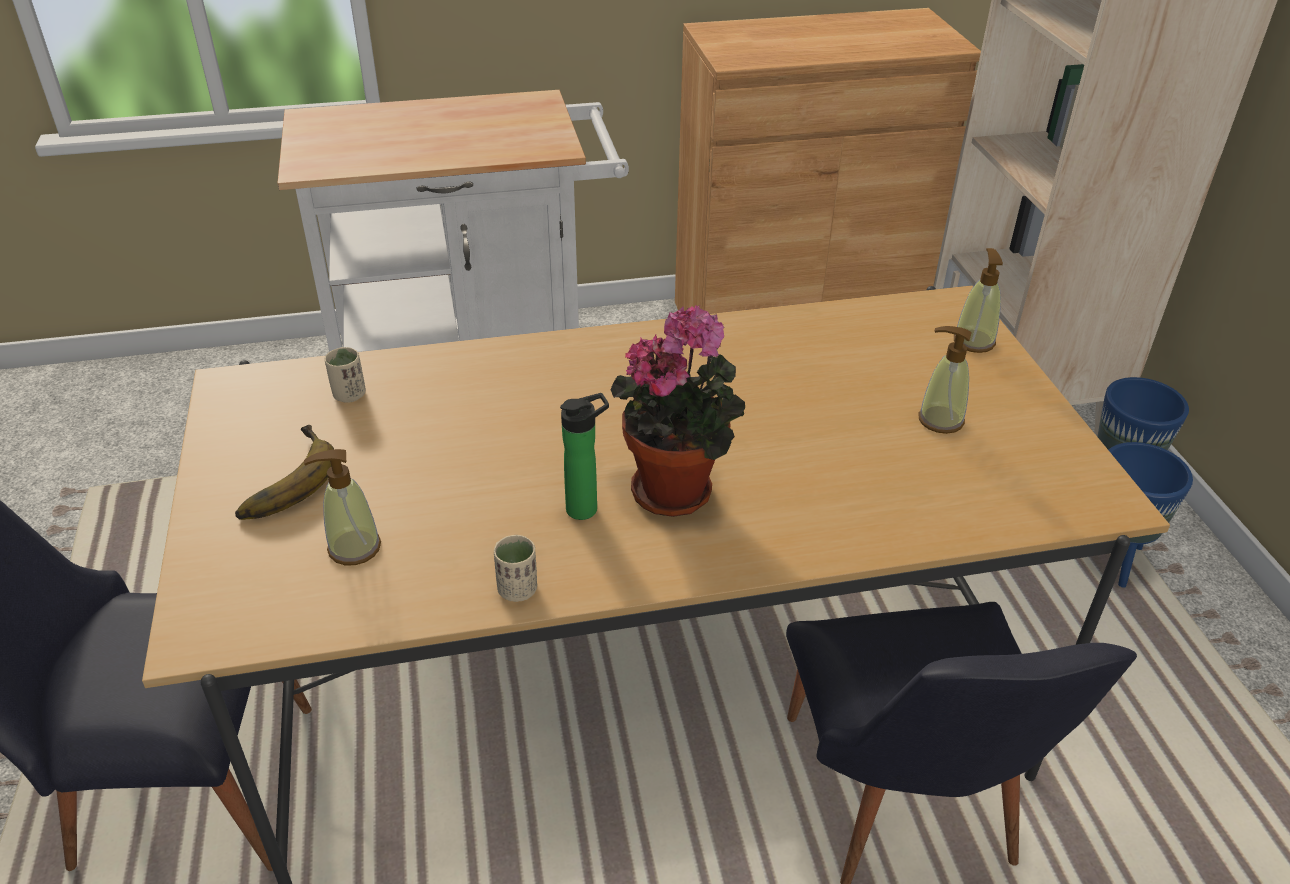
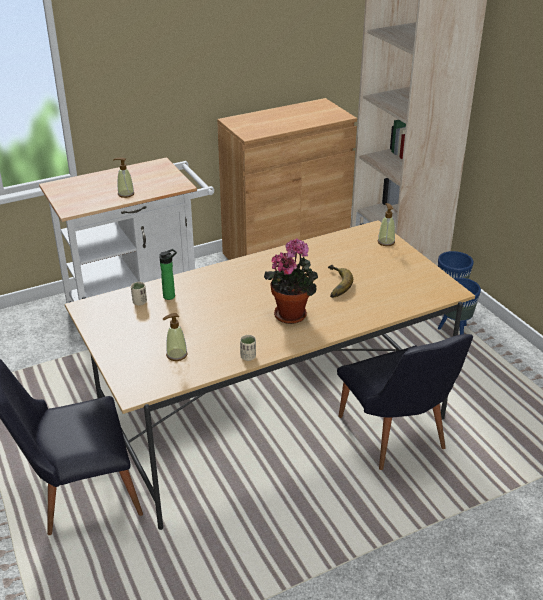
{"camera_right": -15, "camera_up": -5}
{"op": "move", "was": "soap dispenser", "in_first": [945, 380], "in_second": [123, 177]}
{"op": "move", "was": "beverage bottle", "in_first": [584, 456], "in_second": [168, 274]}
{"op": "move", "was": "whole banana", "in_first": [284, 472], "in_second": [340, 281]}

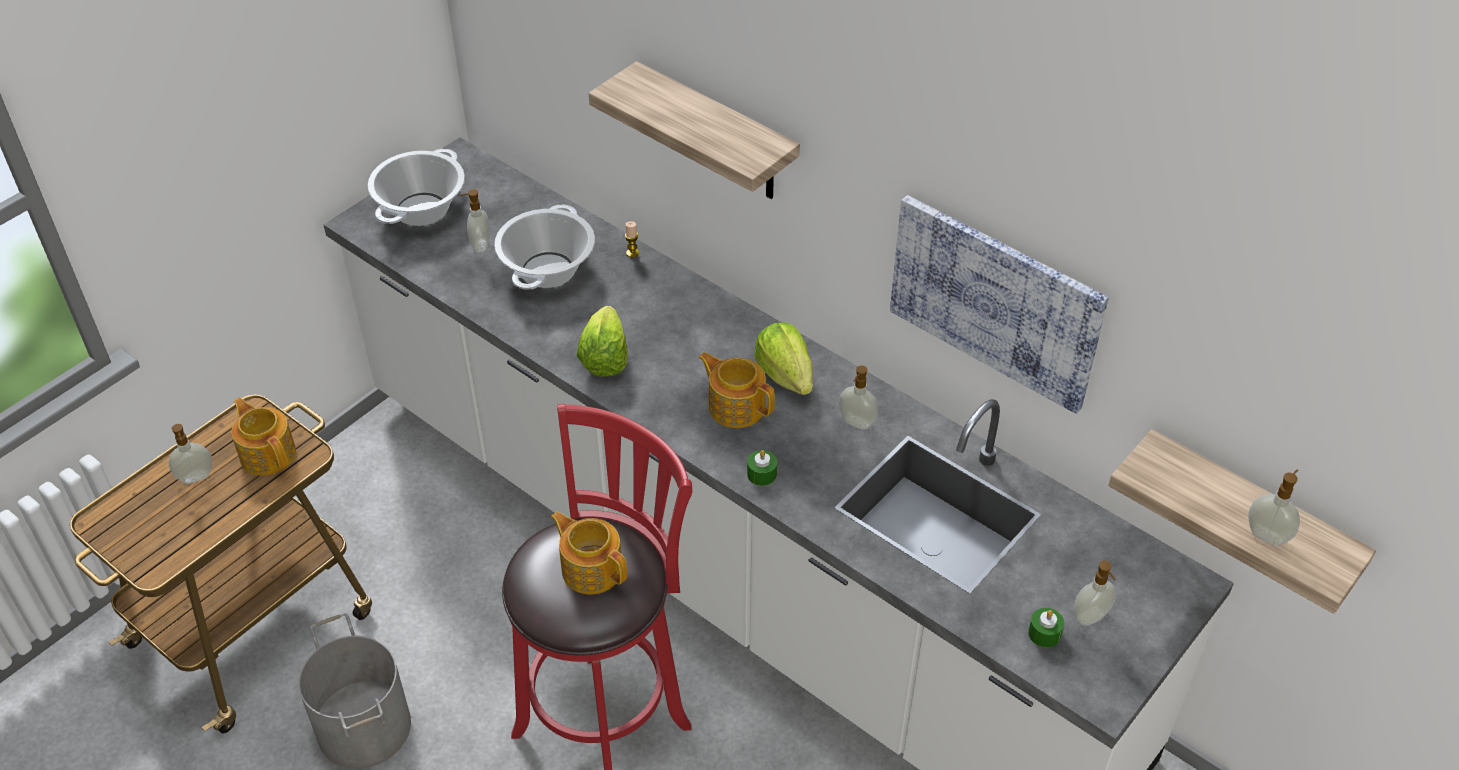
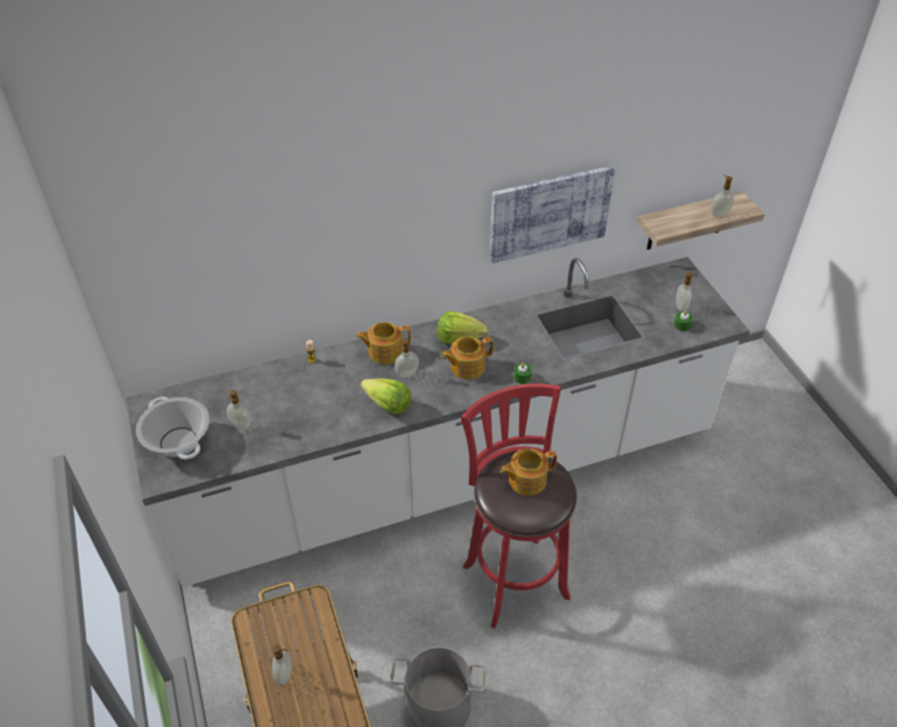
{"camera_right": -60, "camera_up": 0}
{"op": "move", "was": "pot for tea", "in_first": [263, 436], "in_second": [383, 343]}
{"op": "move", "was": "soap dispenser", "in_first": [858, 398], "in_second": [407, 358]}
{"op": "delete", "was": "stockpot", "in_first": [544, 247]}
{"op": "delete", "was": "shelf", "in_first": [694, 130]}

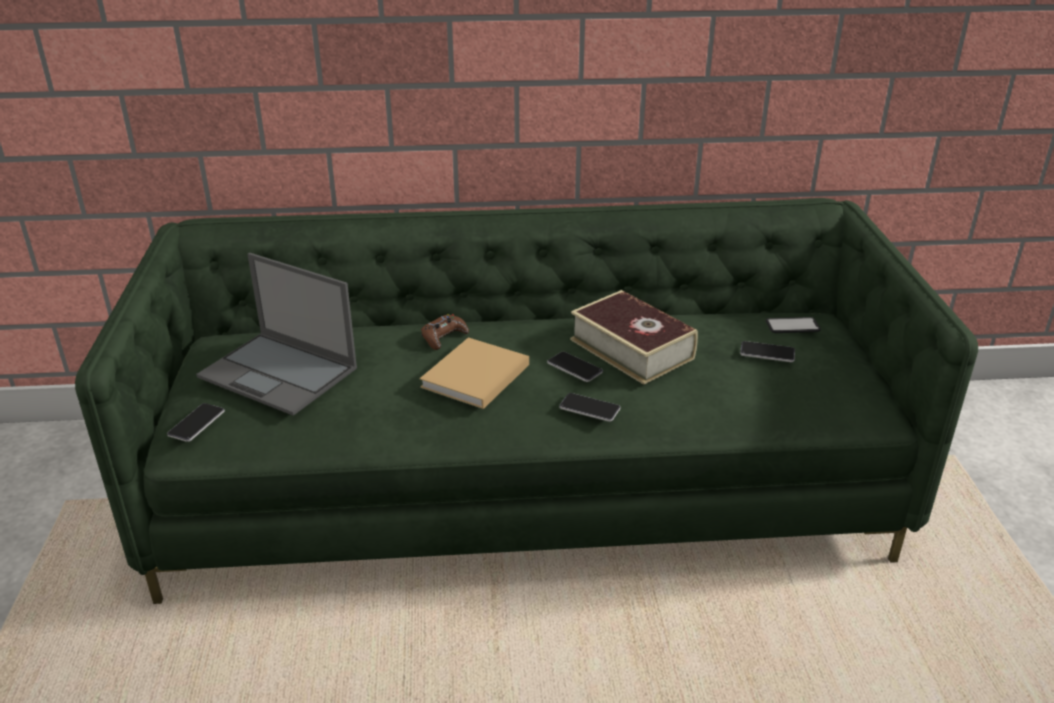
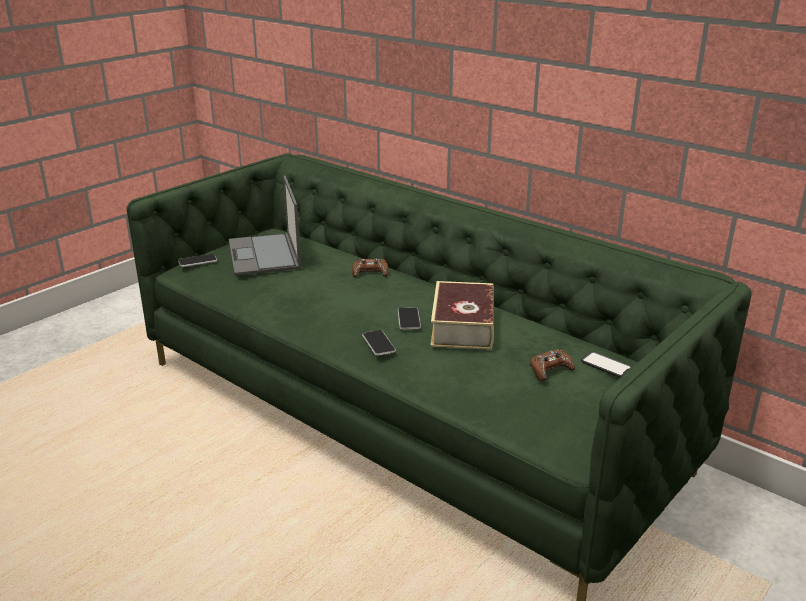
{"camera_right": 45, "camera_up": -5}
{"op": "replace", "was": "phone", "now": "brown-coloured joypad", "in_first": [767, 351], "in_second": [552, 365]}
{"op": "delete", "was": "sand-coloured bound book", "in_first": [474, 373]}

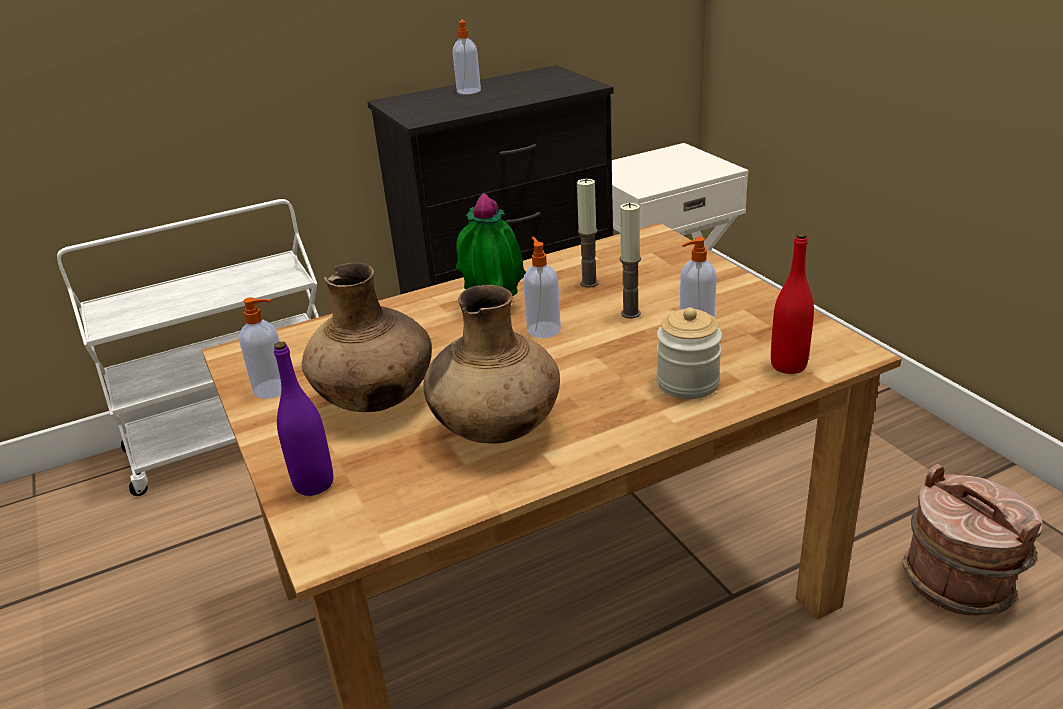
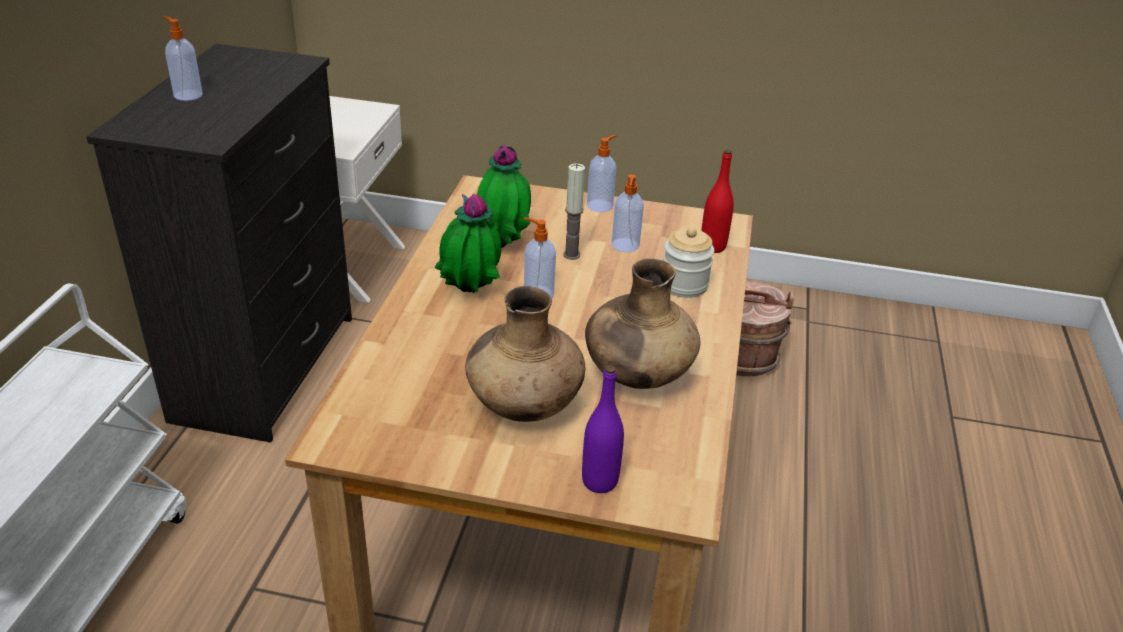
{"camera_right": -55, "camera_up": 5}
{"op": "replace", "was": "candle", "now": "houseplant", "in_first": [588, 233], "in_second": [504, 196]}
{"op": "move", "was": "soap dispenser", "in_first": [260, 348], "in_second": [602, 173]}

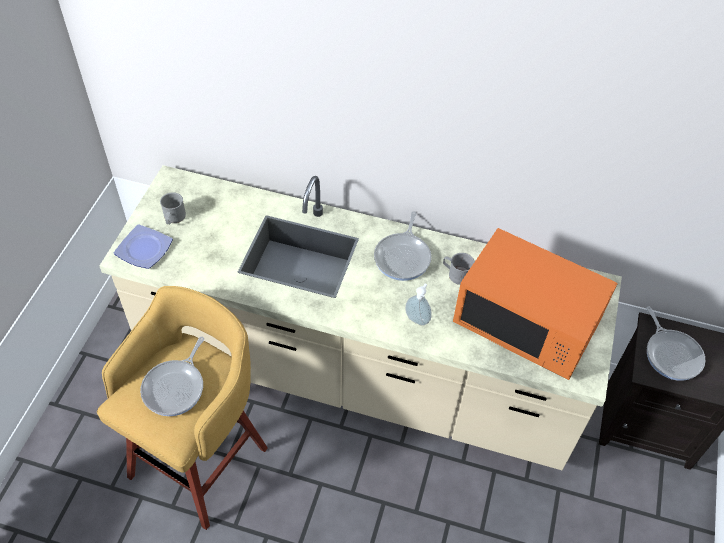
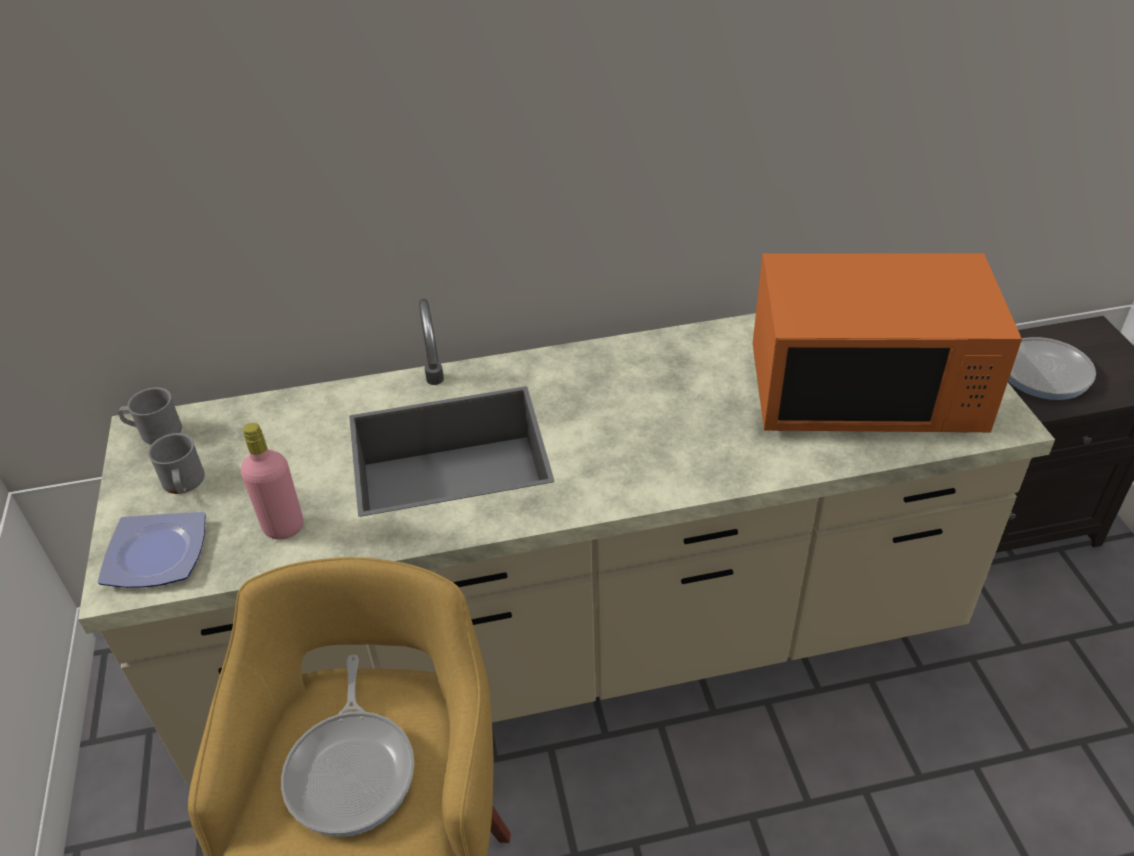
{"camera_right": -25, "camera_up": -10}
{"op": "move", "was": "gray tea mug", "in_first": [459, 269], "in_second": [150, 416]}
{"op": "insert", "now": "pinkish beverage bottle", "in_second": [272, 481]}
{"op": "delete", "was": "skillet", "in_first": [402, 246]}
{"op": "delete", "was": "soap dispenser", "in_first": [418, 304]}

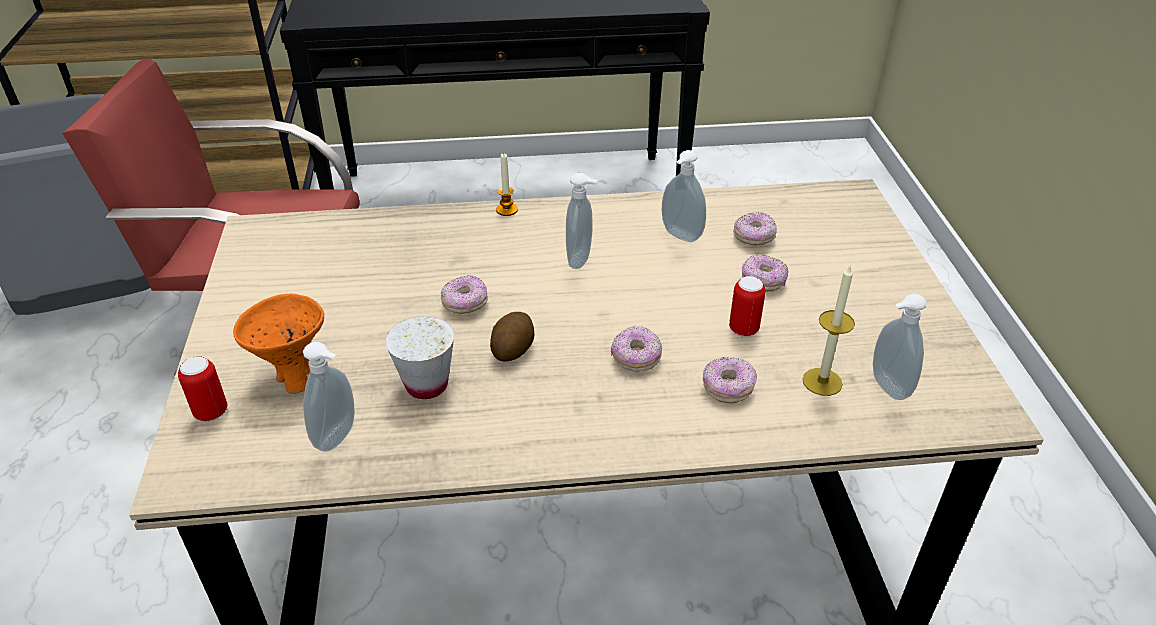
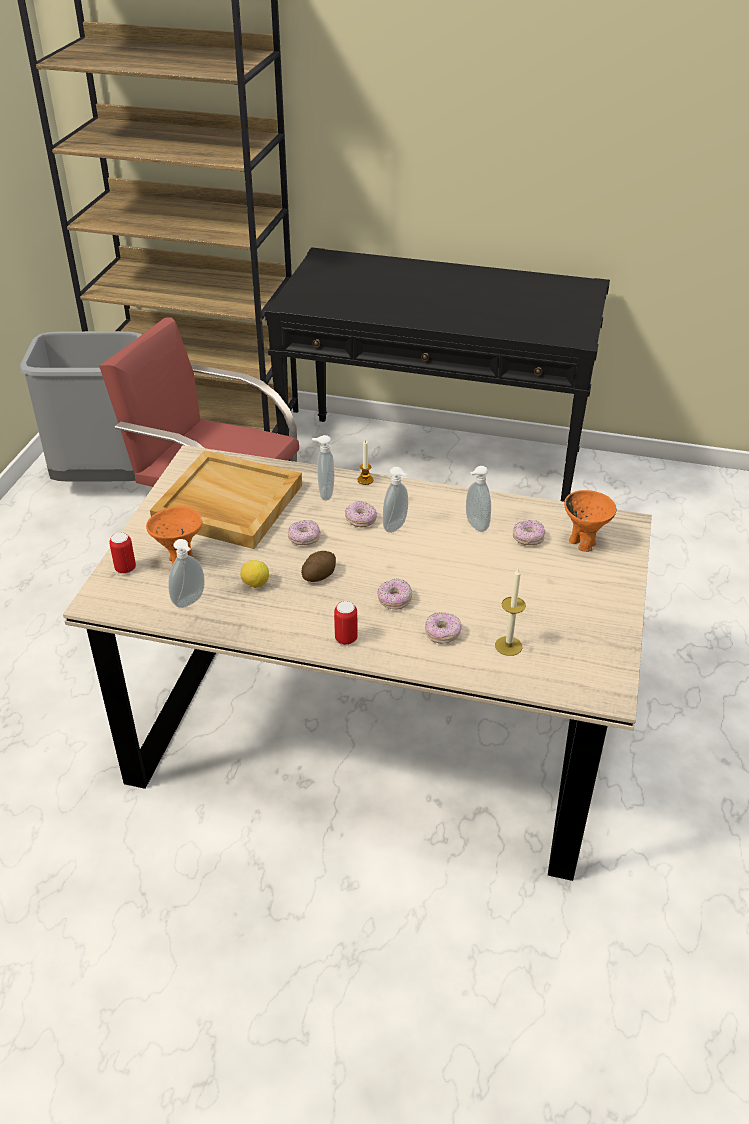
{"camera_right": 20, "camera_up": 0}
{"op": "insert", "now": "sand-coloured carrying tray", "in_second": [226, 499]}
{"op": "replace", "was": "whitish small cup", "now": "lemon", "in_first": [419, 357], "in_second": [254, 574]}
{"op": "move", "was": "soap dispenser", "in_first": [900, 347], "in_second": [323, 467]}
{"op": "move", "was": "metal can", "in_first": [747, 306], "in_second": [346, 623]}
{"op": "move", "was": "donut", "in_first": [765, 273], "in_second": [361, 514]}
{"op": "insert", "now": "orange-coloured serving bowl", "in_second": [590, 521]}

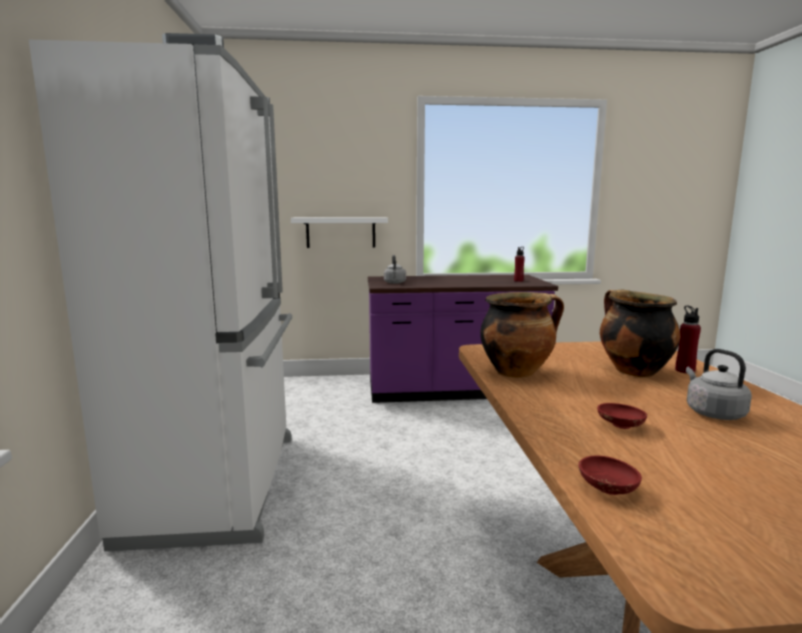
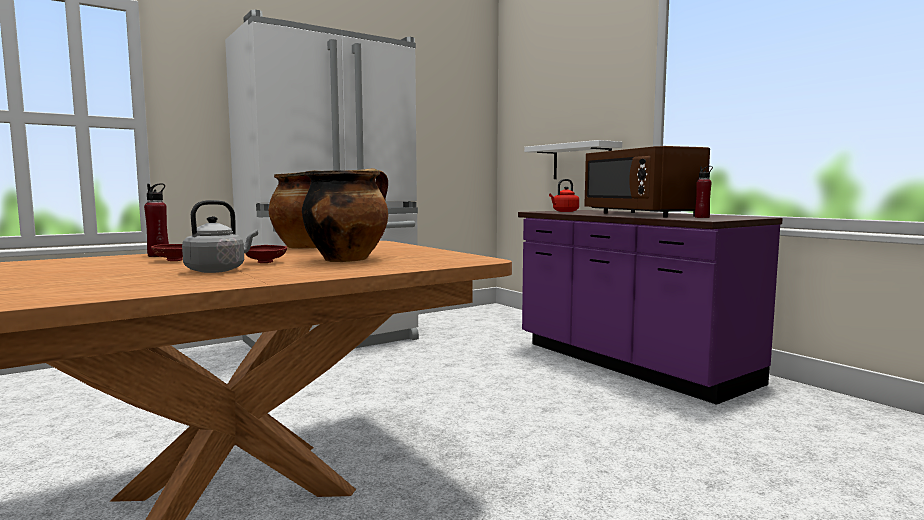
{"camera_right": 60, "camera_up": -5}
{"op": "move", "was": "red-coloured beverage bottle", "in_first": [688, 339], "in_second": [156, 220]}
{"op": "move", "was": "red-coloured serving bowl", "in_first": [610, 475], "in_second": [266, 254]}
{"op": "recolor", "was": "gray kettle", "now": "red-coloured kettle", "in_first": [395, 269], "in_second": [564, 195]}
{"op": "insert", "now": "brown-coloured microwave oven", "in_second": [647, 181]}

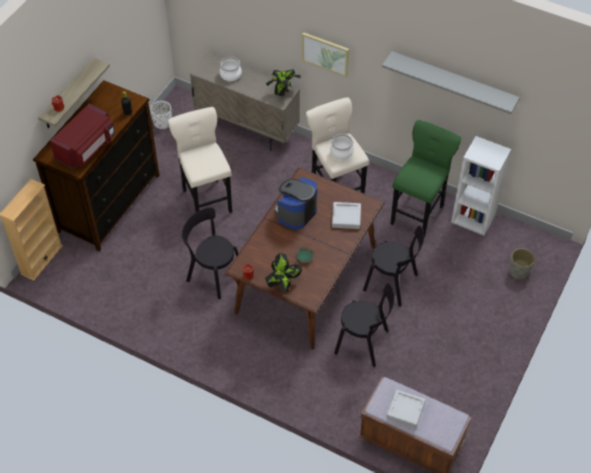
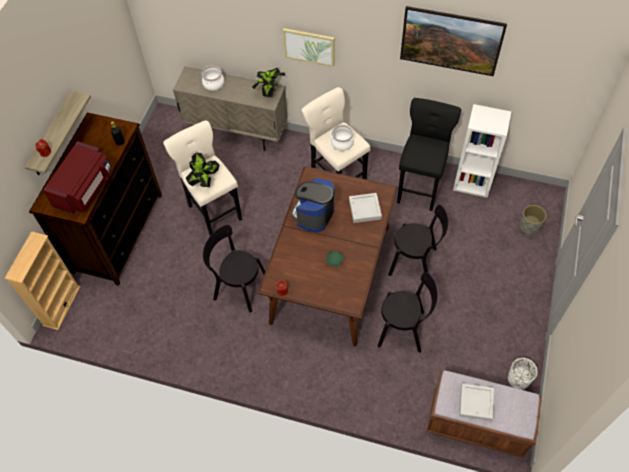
{"camera_right": -10, "camera_up": 5}
{"op": "move", "was": "houseplant", "in_first": [283, 272], "in_second": [203, 169]}
{"op": "recolor", "was": "green sitting stool", "now": "blackish sitting stool", "in_first": [426, 179], "in_second": [429, 154]}
{"op": "replace", "was": "gray shelf", "now": "picture", "in_first": [451, 82], "in_second": [453, 41]}
{"op": "move", "was": "whitish flower pot", "in_first": [161, 115], "in_second": [523, 373]}

